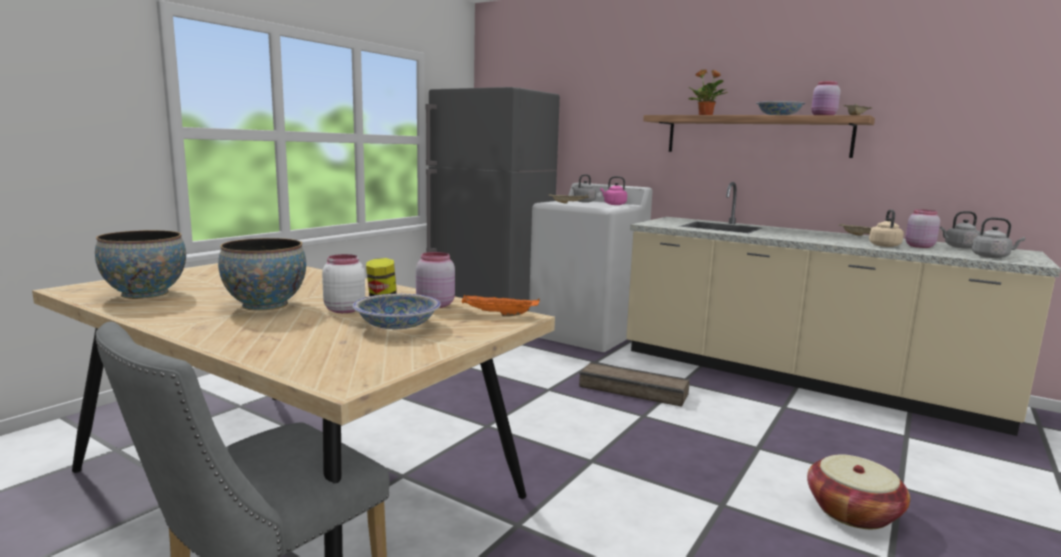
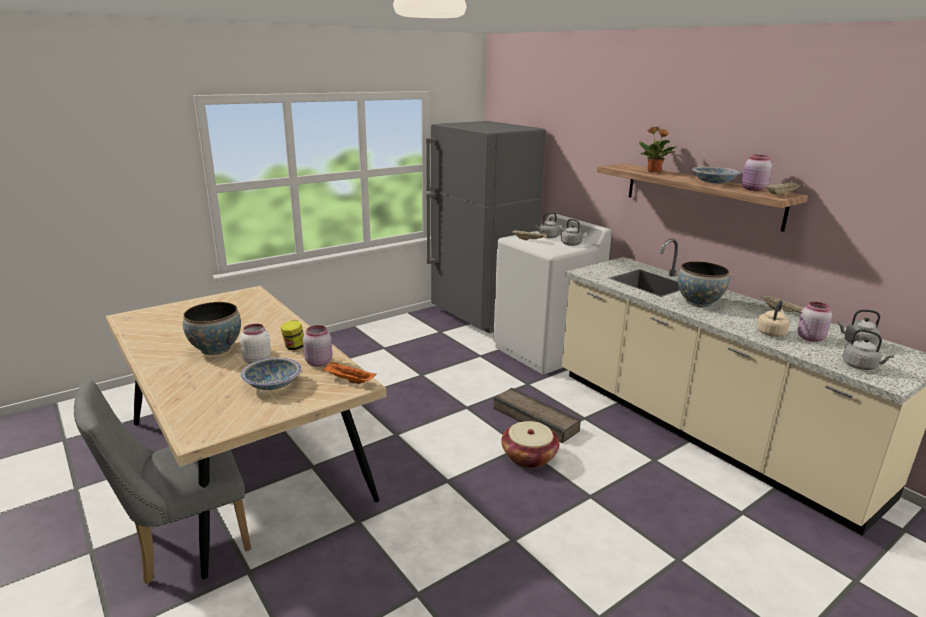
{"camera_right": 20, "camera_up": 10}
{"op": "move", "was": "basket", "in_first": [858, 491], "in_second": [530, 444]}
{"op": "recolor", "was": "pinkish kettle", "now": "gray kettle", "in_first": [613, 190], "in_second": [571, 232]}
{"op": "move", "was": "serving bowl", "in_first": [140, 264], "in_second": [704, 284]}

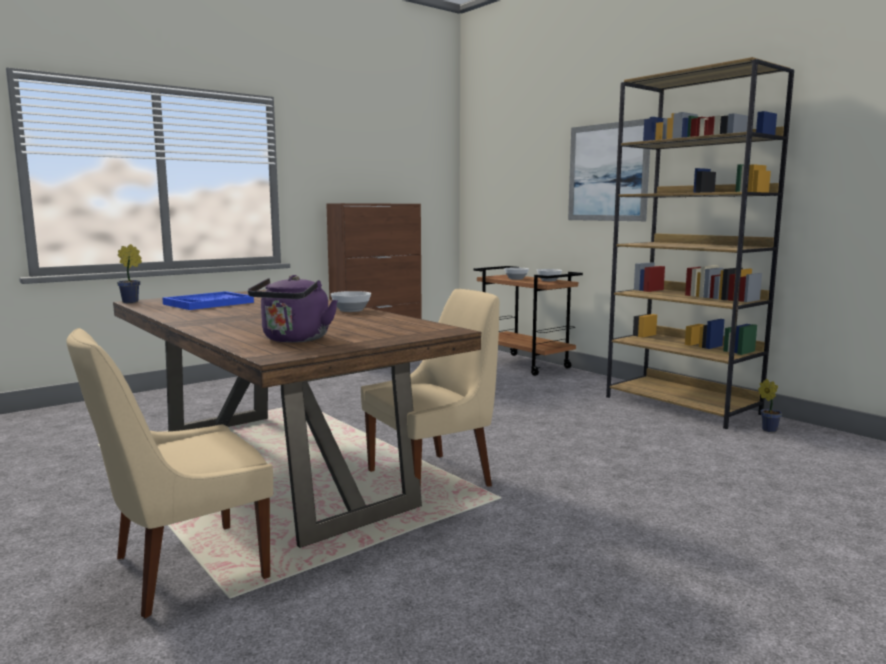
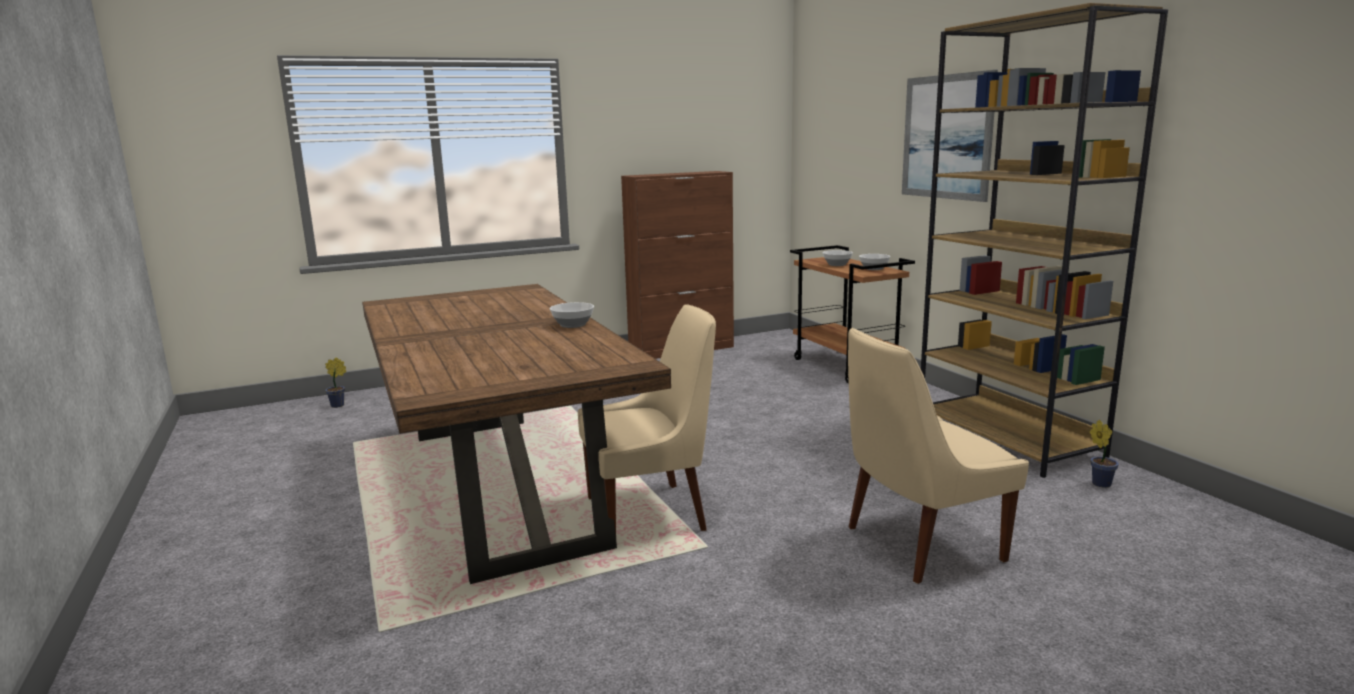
{"camera_right": 15, "camera_up": 5}
{"op": "move", "was": "houseplant", "in_first": [129, 273], "in_second": [335, 382]}
{"op": "move", "was": "sand-coloured upright chair", "in_first": [169, 473], "in_second": [938, 456]}
{"op": "delete", "was": "bluish carrying tray", "in_first": [208, 300]}
{"op": "delete", "was": "purple kettle", "in_first": [293, 309]}

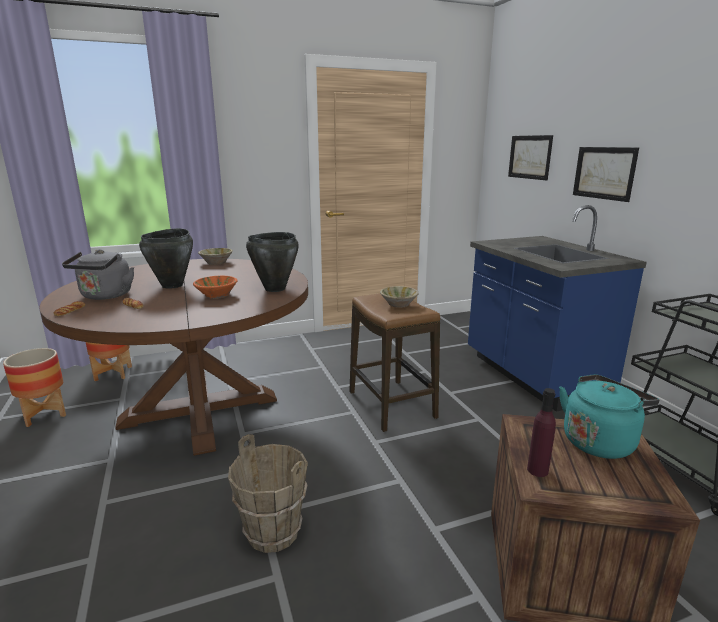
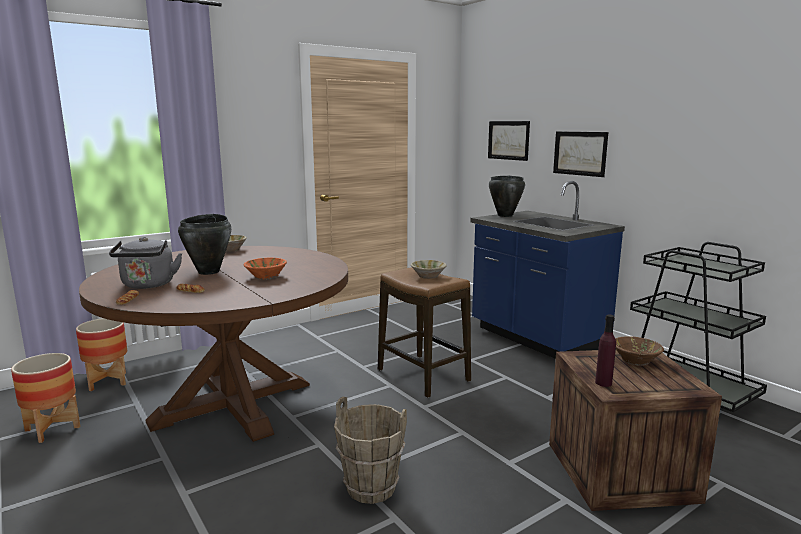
{"camera_right": -15, "camera_up": -5}
{"op": "move", "was": "blackish stockpot", "in_first": [272, 262], "in_second": [507, 196]}
{"op": "replace", "was": "blue-green kettle", "now": "brown-coloured serving bowl", "in_first": [609, 416], "in_second": [639, 351]}

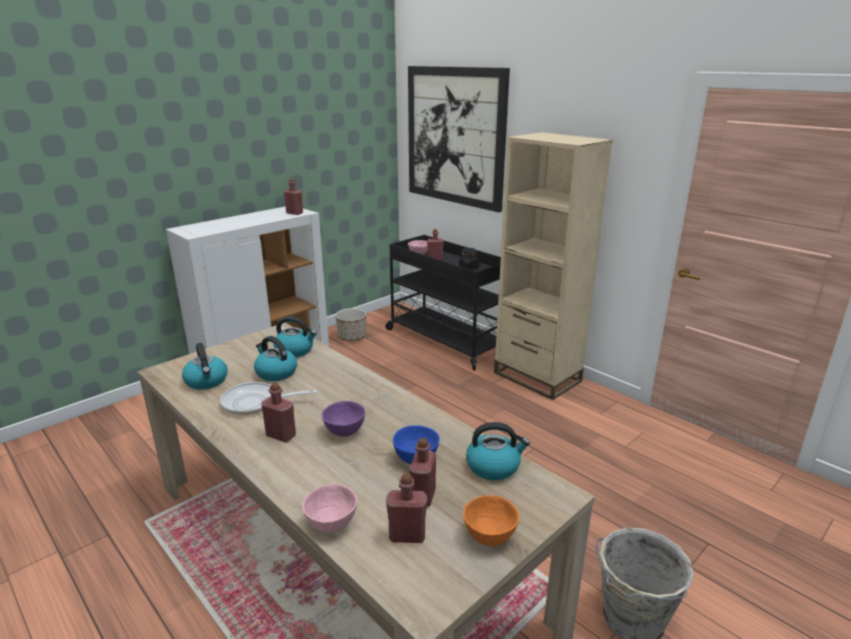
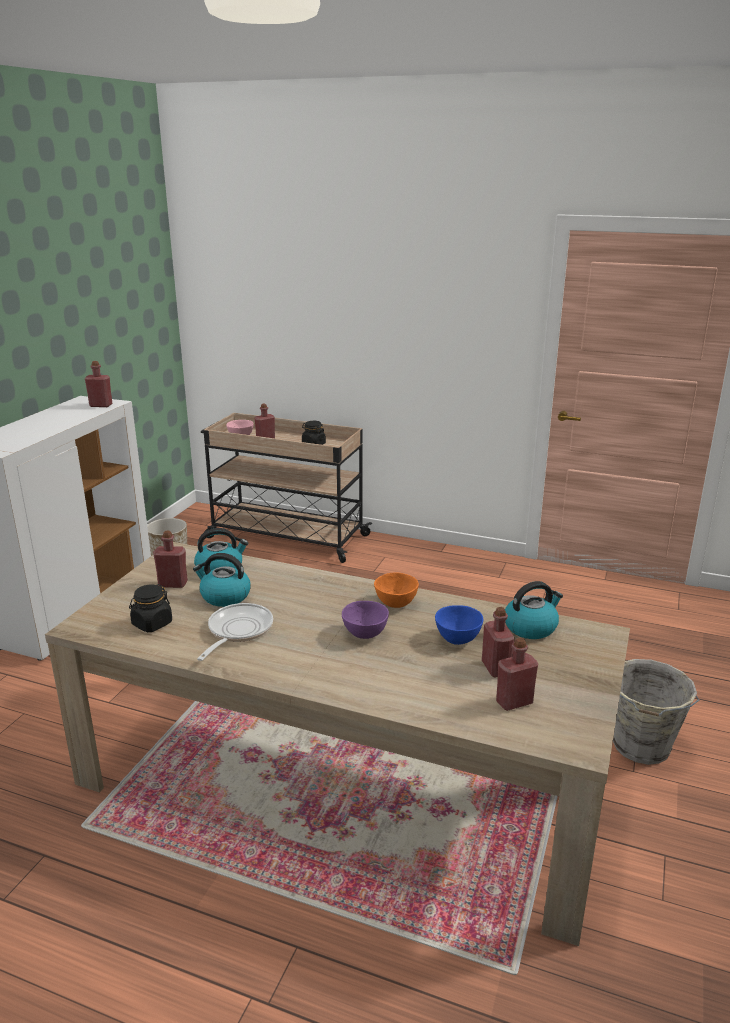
{"camera_right": -25, "camera_up": 0}
{"op": "replace", "was": "kettle", "now": "blackish storage jar", "in_first": [205, 366], "in_second": [150, 608]}
{"op": "move", "was": "red-coloured beverage bottle", "in_first": [278, 413], "in_second": [170, 559]}
{"op": "rotate", "was": "skillet", "in_first": [268, 398], "in_second": [235, 632], "clockwise": 135}
{"op": "recolor", "was": "blackish cart", "now": "sand-coloured cart", "in_first": [443, 302], "in_second": [286, 488]}
{"op": "move", "was": "orange-coloured serving bowl", "in_first": [491, 520], "in_second": [396, 590]}
{"op": "delete", "was": "pinkish serving bowl", "in_first": [329, 508]}
{"op": "delete", "was": "picture", "in_first": [459, 139]}
{"op": "delete", "was": "sand-coloured bookcase", "in_first": [553, 266]}

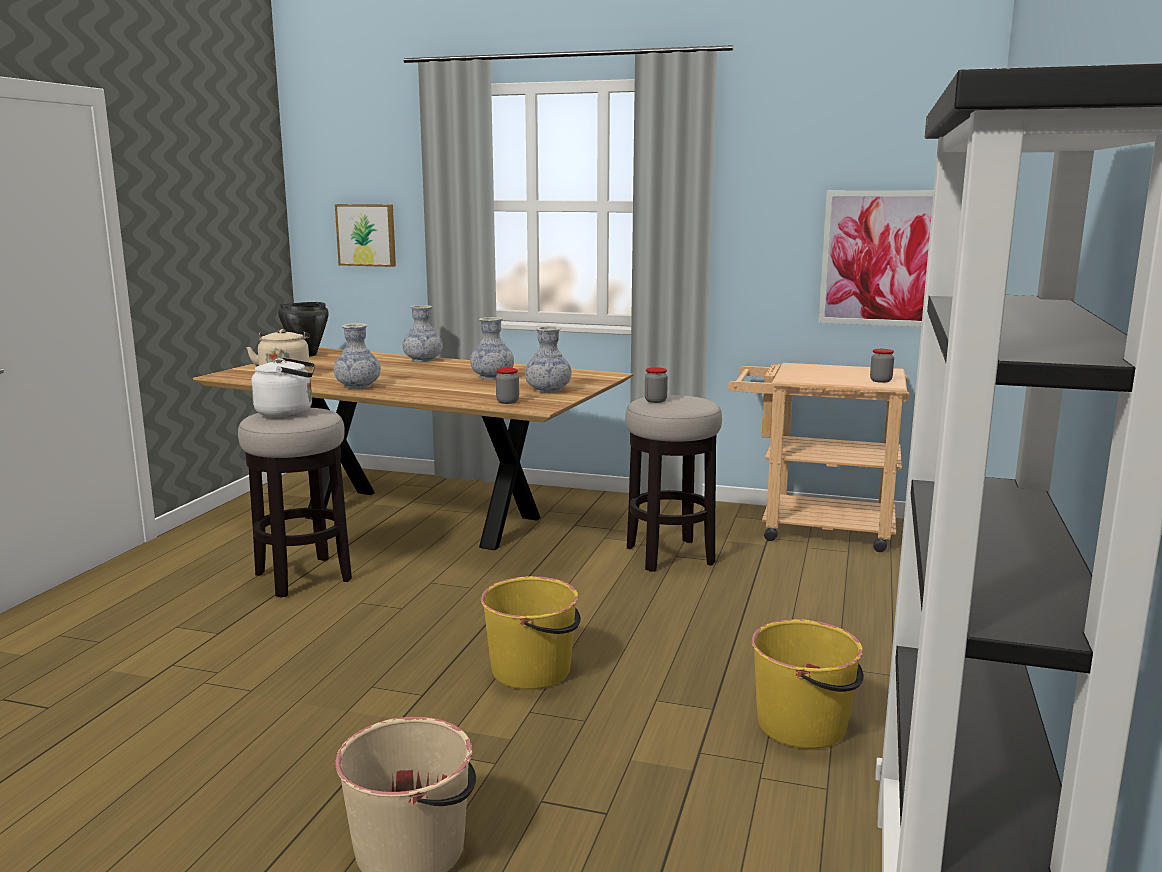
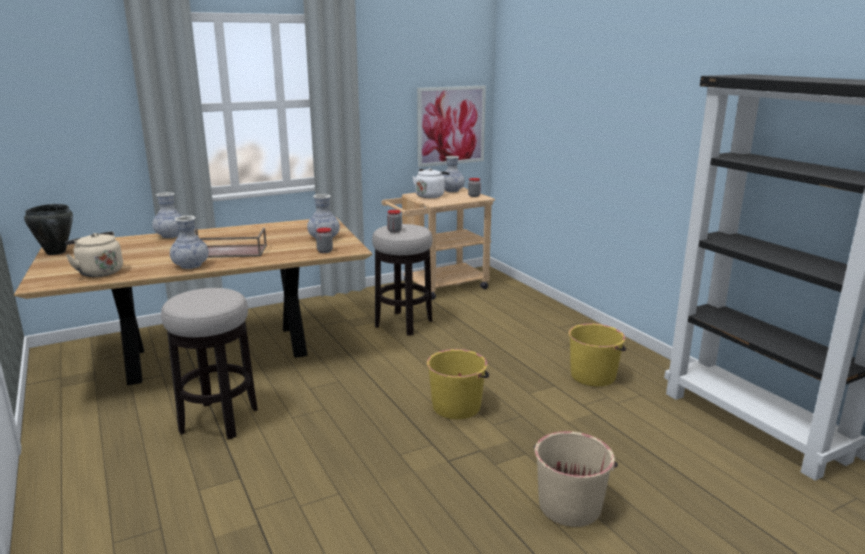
{"camera_right": -45, "camera_up": 5}
{"op": "insert", "now": "brown-coloured carrying tray", "in_second": [230, 242]}
{"op": "move", "was": "whitish kettle", "in_first": [283, 387], "in_second": [430, 183]}
{"op": "move", "was": "flower vase", "in_first": [492, 348], "in_second": [454, 174]}
{"op": "delete", "was": "picture", "in_first": [365, 235]}

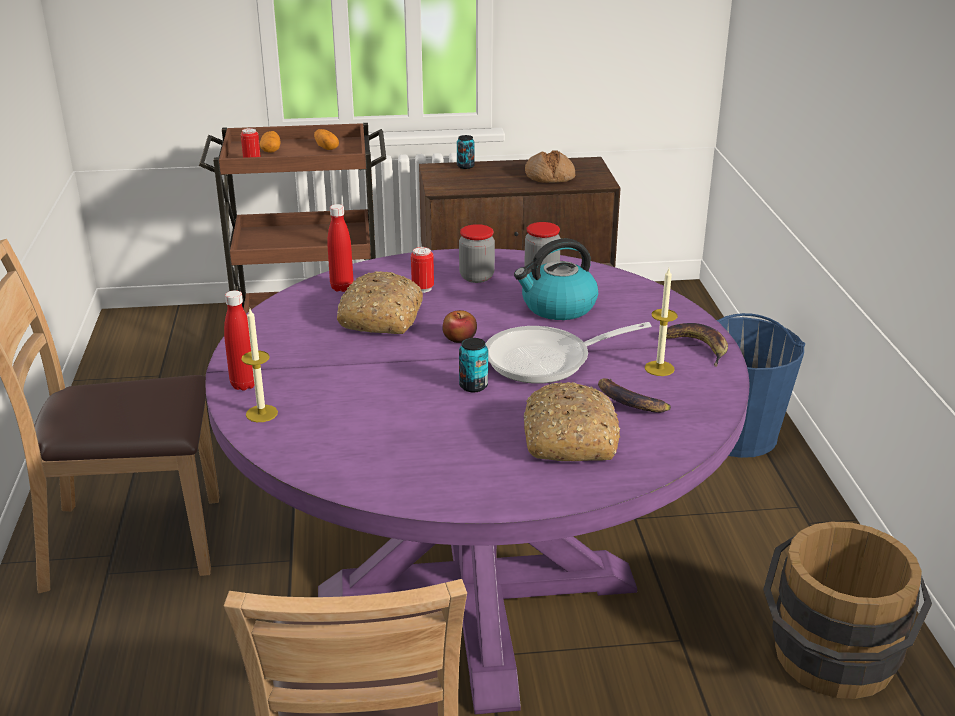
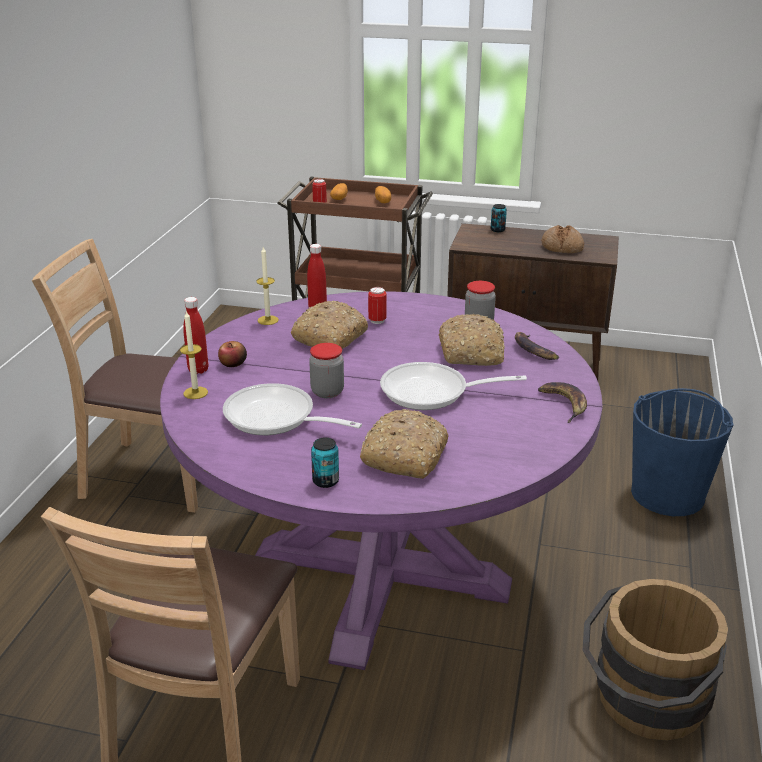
{"camera_right": 20, "camera_up": 0}
{"op": "move", "was": "whole apple", "in_first": [459, 326], "in_second": [232, 354]}
{"op": "insert", "now": "skillet", "in_second": [292, 409]}
{"op": "move", "was": "candle", "in_first": [661, 322], "in_second": [267, 286]}
{"op": "move", "was": "storage jar", "in_first": [477, 253], "in_second": [326, 370]}
{"op": "move", "was": "metal can", "in_first": [473, 365], "in_second": [325, 462]}
{"op": "replace", "was": "kettle", "now": "bakery bread", "in_first": [556, 279], "in_second": [472, 339]}
{"op": "move", "was": "whole banana", "in_first": [634, 395], "in_second": [537, 346]}

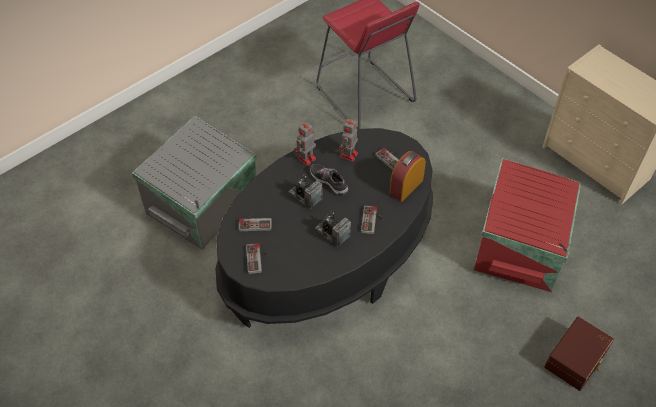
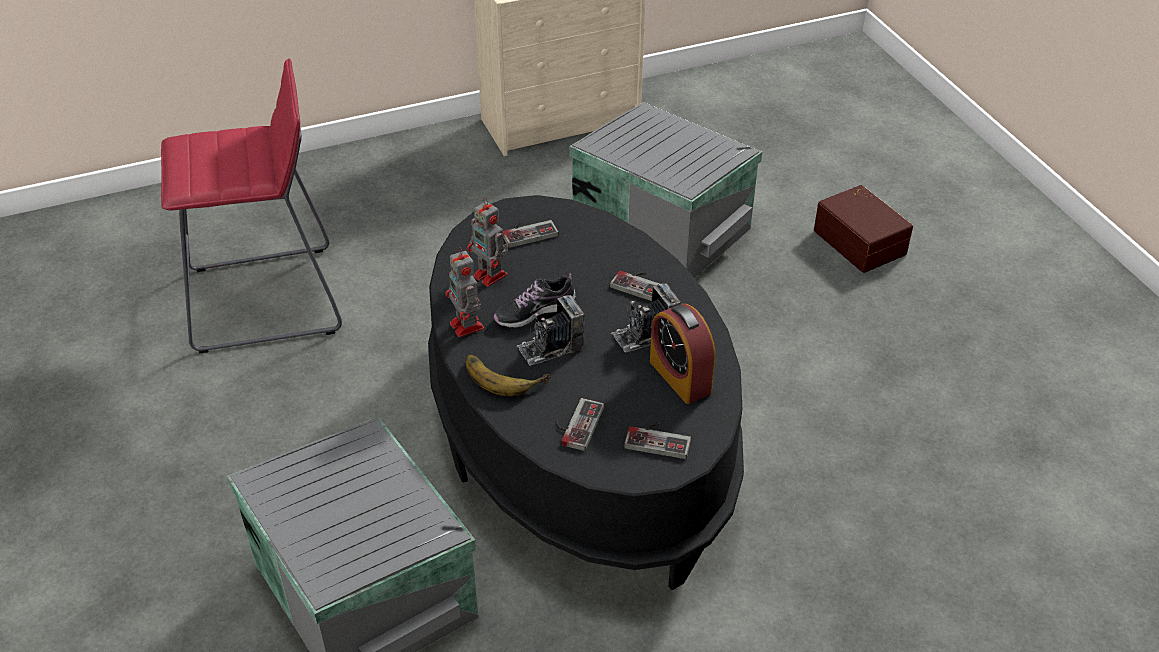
{"camera_right": -70, "camera_up": -10}
{"op": "insert", "now": "whole banana", "in_second": [508, 375]}
{"op": "recolor", "was": "red-coloured storage box", "now": "gray storage box", "in_first": [527, 225], "in_second": [665, 190]}
{"op": "move", "was": "bedside clock", "in_first": [407, 176], "in_second": [682, 354]}

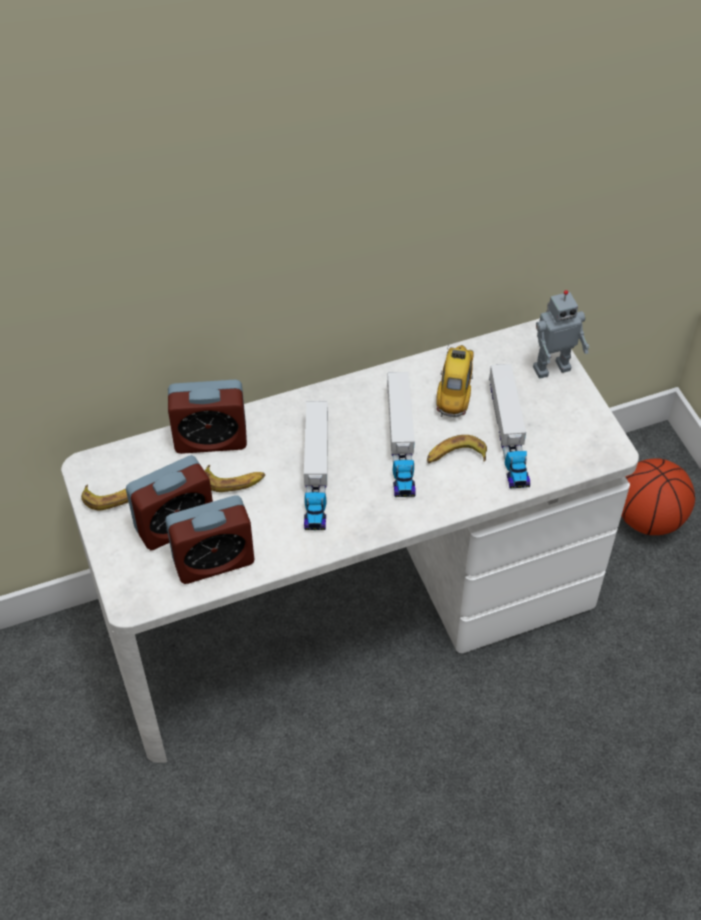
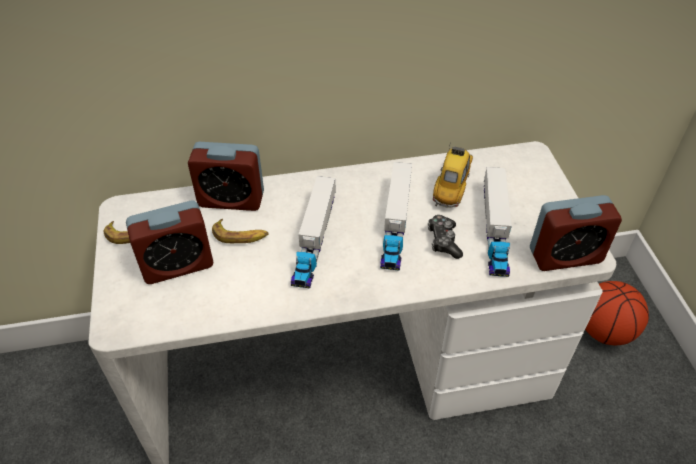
{"camera_right": 10, "camera_up": -5}
{"op": "replace", "was": "whole banana", "now": "joypad", "in_first": [457, 449], "in_second": [445, 237]}
{"op": "move", "was": "bedside clock", "in_first": [209, 539], "in_second": [576, 233]}
{"op": "delete", "was": "robot figure", "in_first": [561, 334]}

